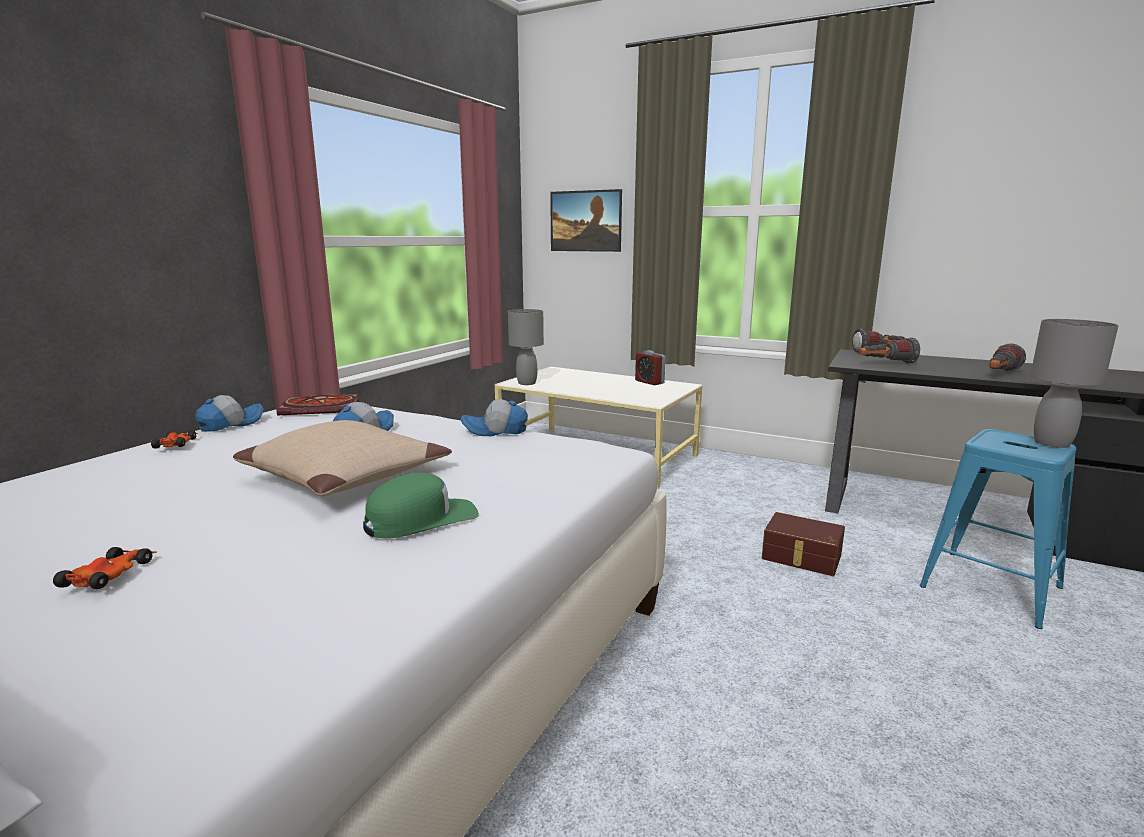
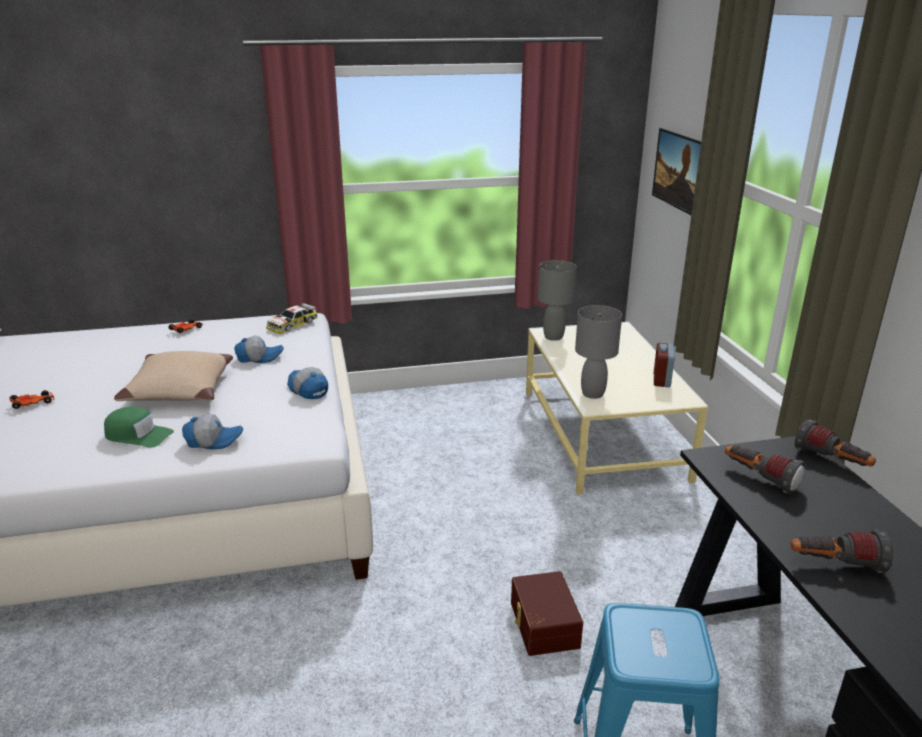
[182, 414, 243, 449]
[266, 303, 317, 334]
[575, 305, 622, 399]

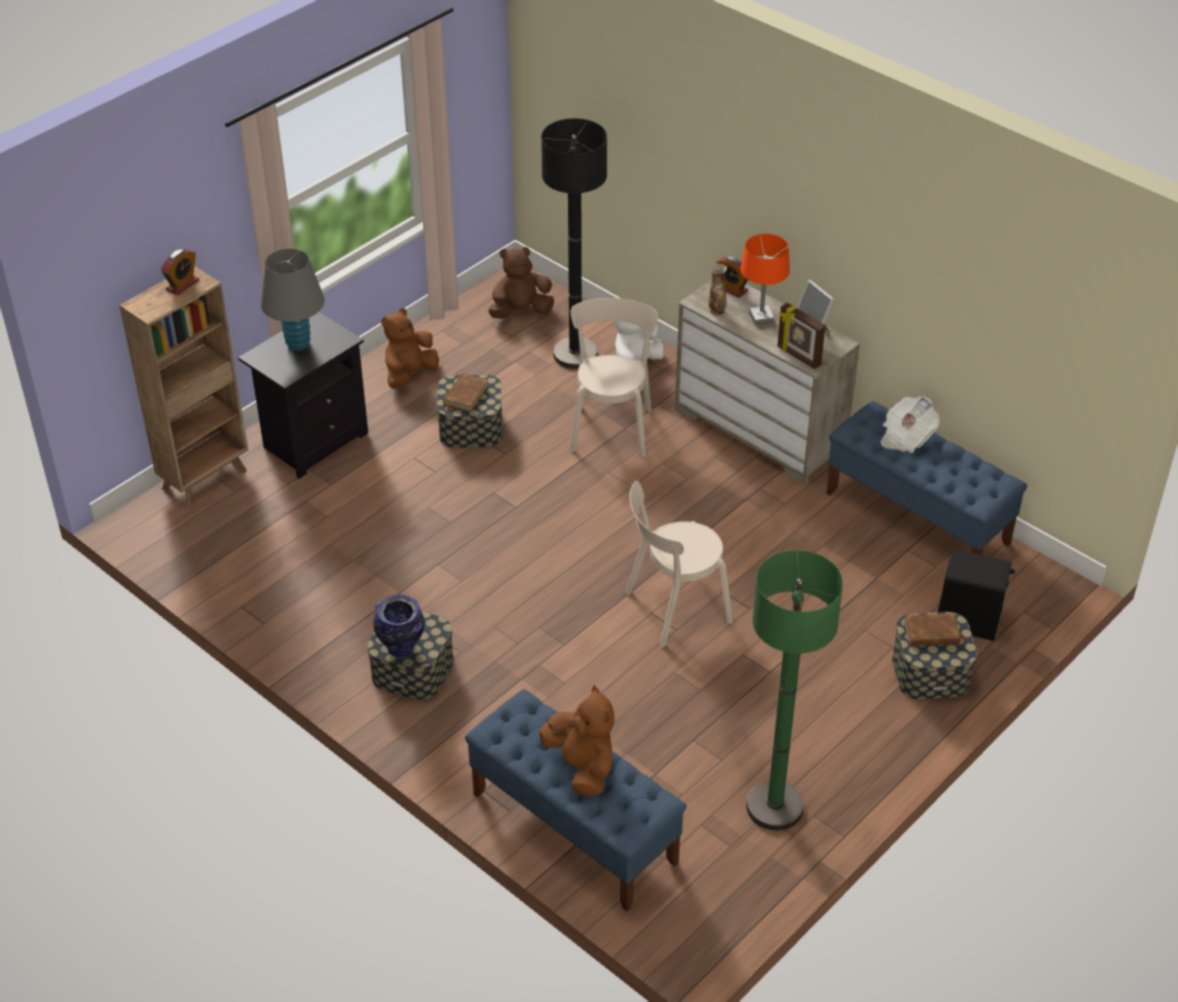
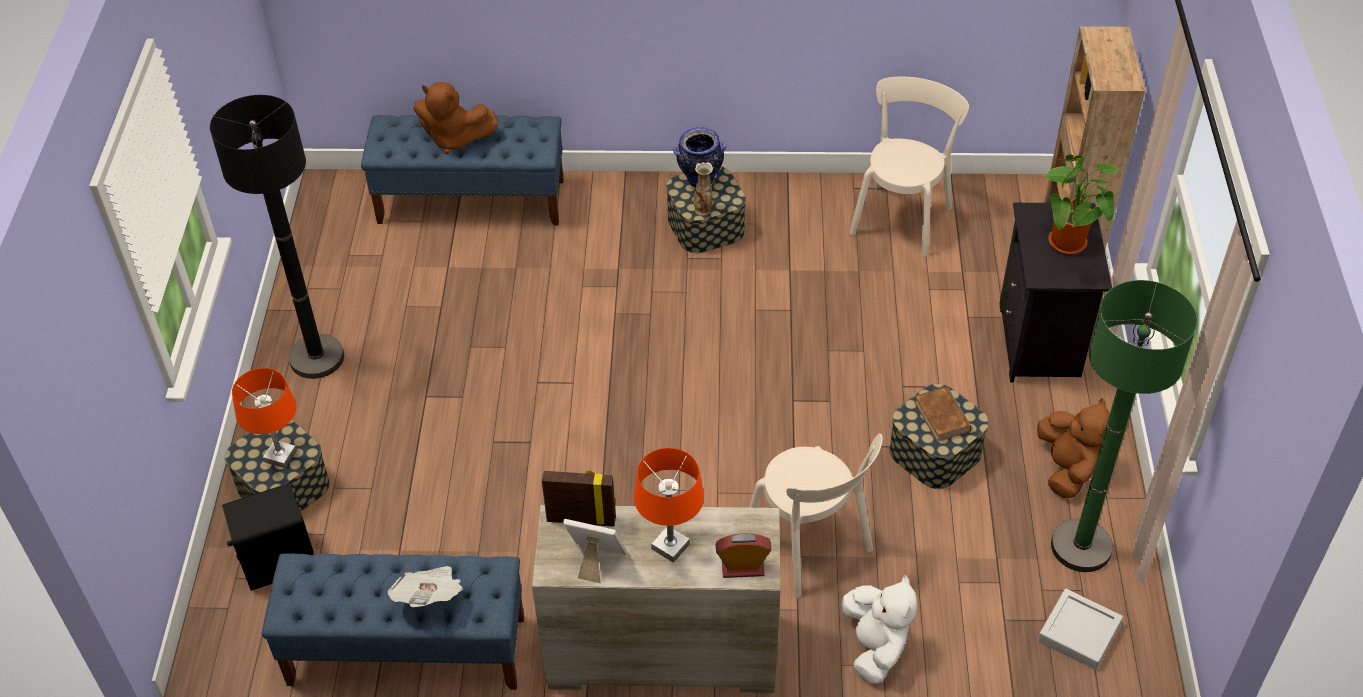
[210, 95, 344, 379]
[232, 368, 297, 469]
[694, 162, 713, 215]
[850, 77, 969, 257]
[1038, 589, 1123, 670]
[1042, 155, 1119, 255]
[1051, 280, 1197, 572]
[161, 249, 199, 295] (first image)

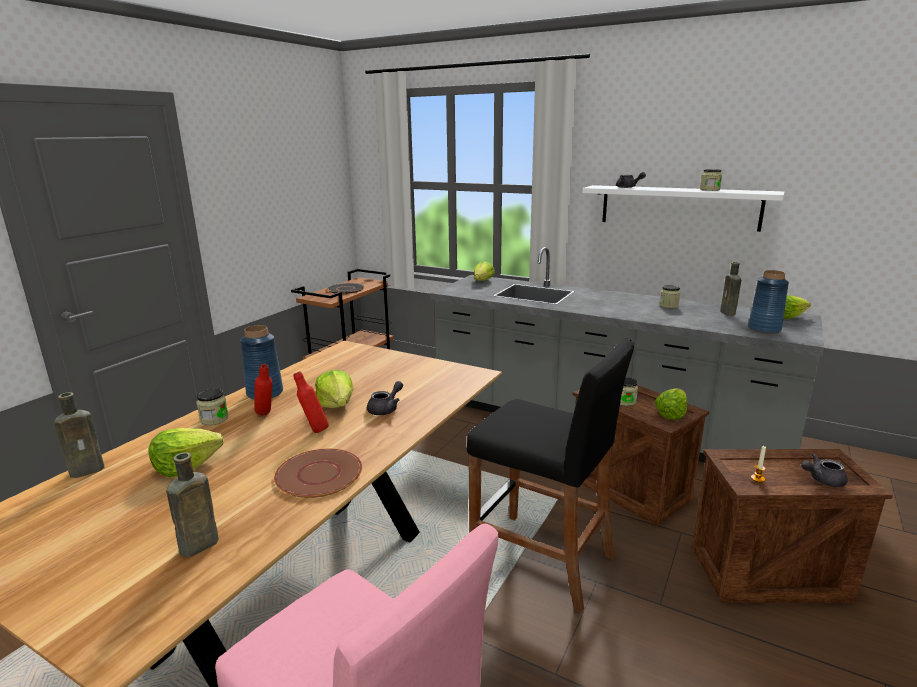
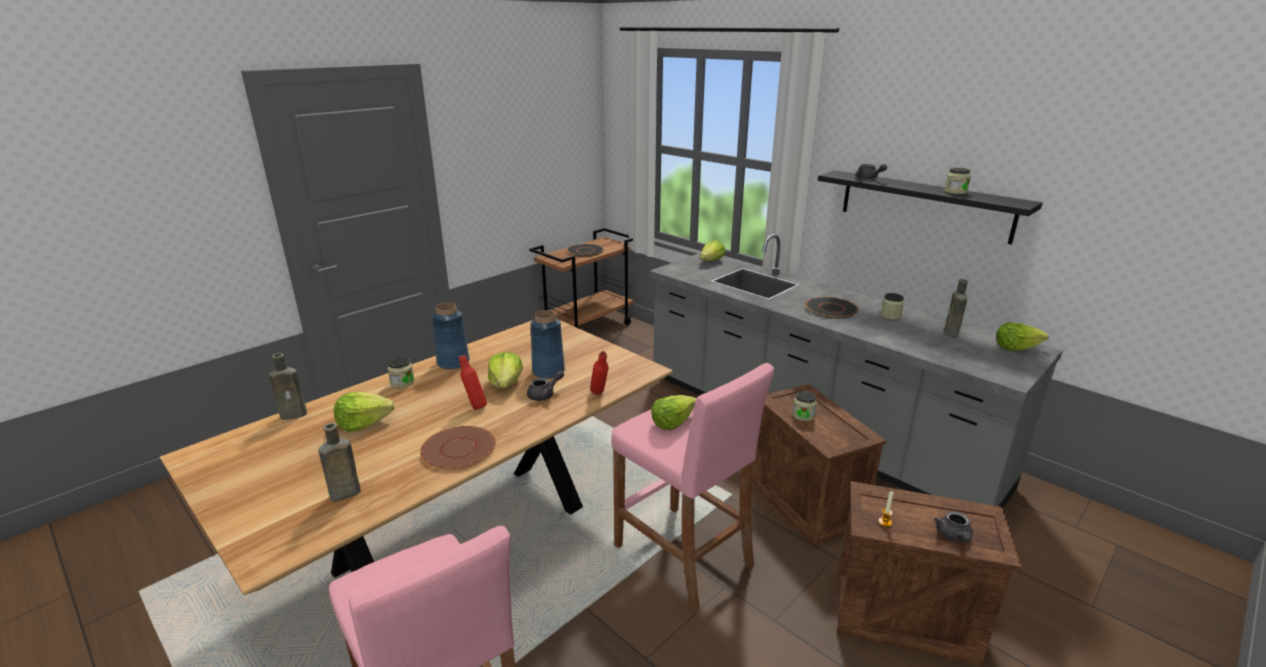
[530, 310, 565, 379]
[590, 351, 608, 395]
[612, 363, 774, 612]
[651, 395, 696, 430]
[805, 297, 859, 319]
[818, 170, 1043, 245]
[934, 511, 973, 542]

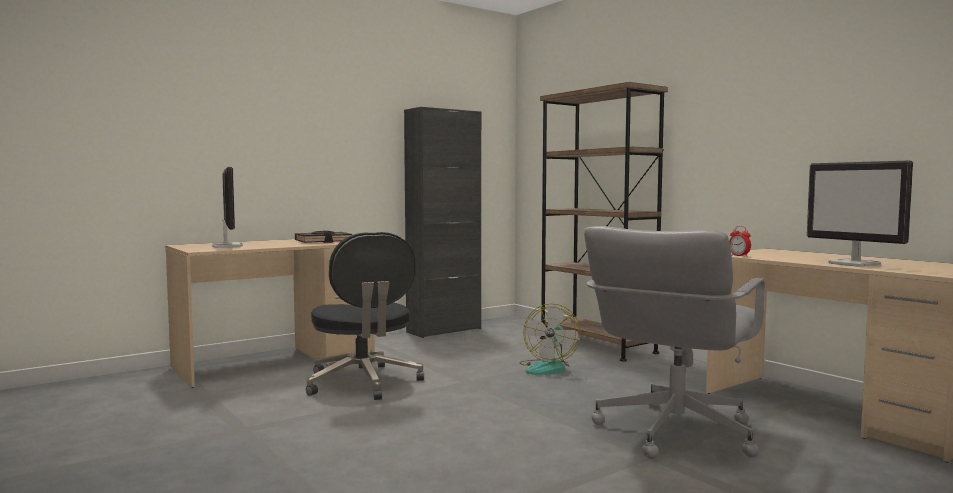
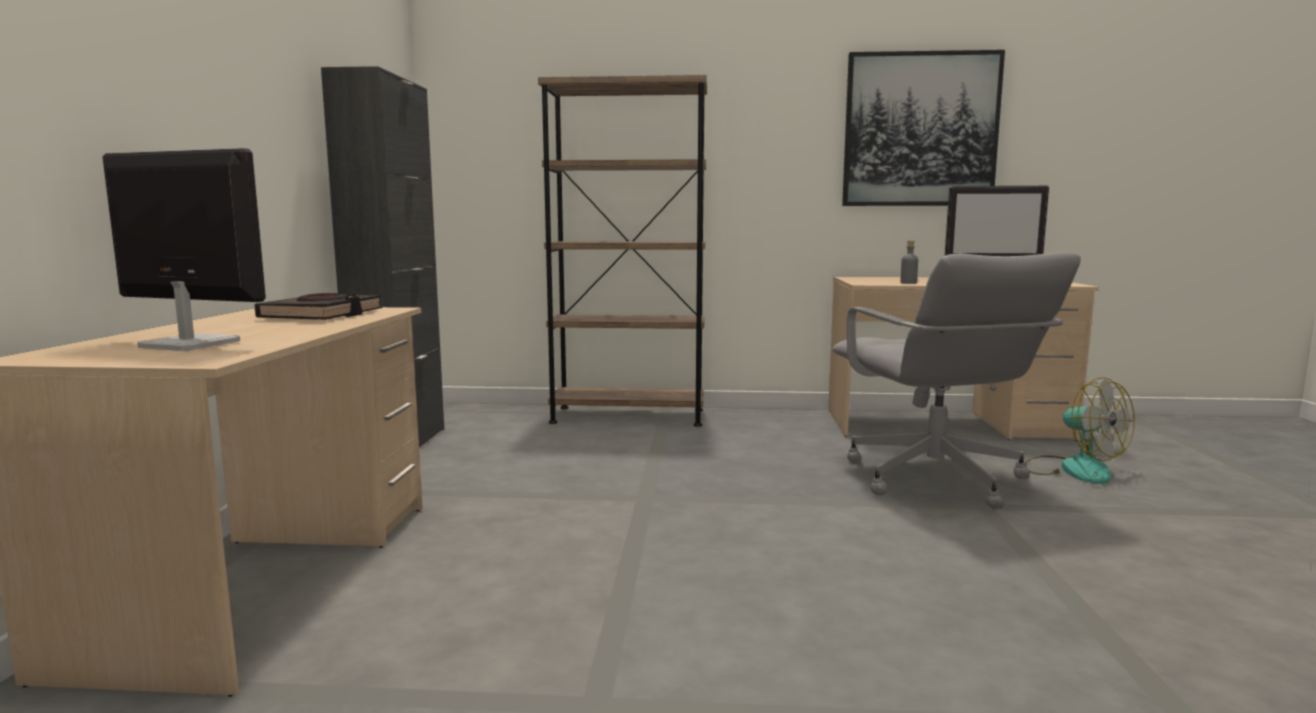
[842, 50, 1005, 206]
[900, 241, 918, 284]
[1025, 377, 1135, 484]
[306, 232, 424, 400] (first image)
[729, 226, 751, 257] (first image)

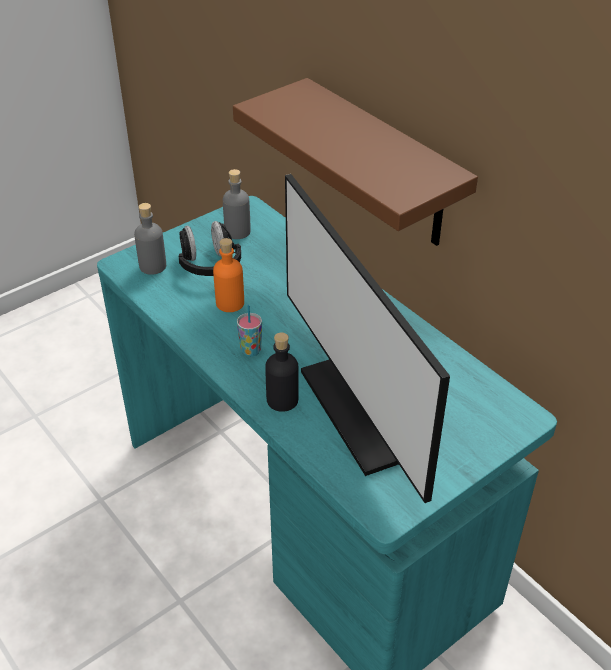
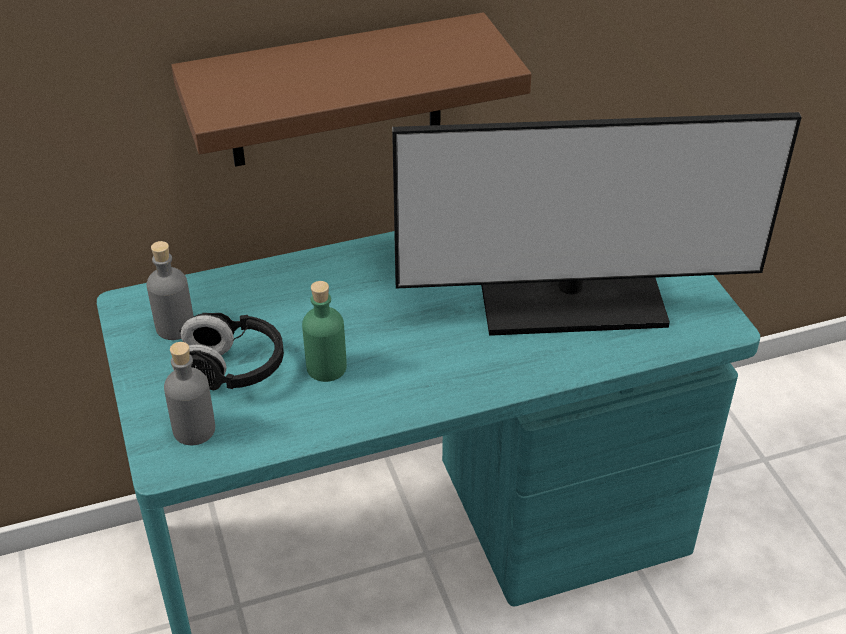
[302, 281, 347, 382]
[237, 305, 262, 357] (first image)
[265, 332, 299, 412] (first image)

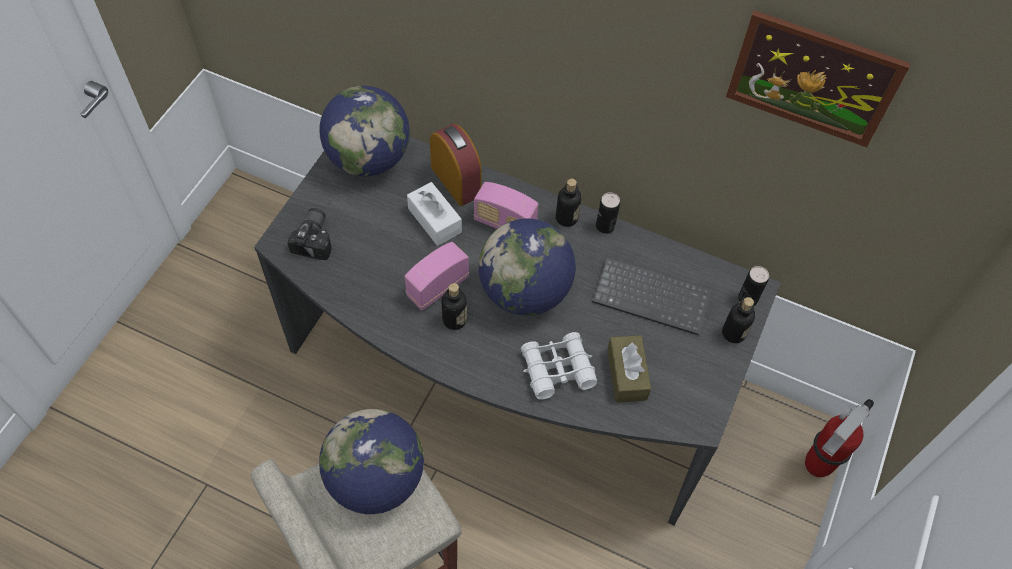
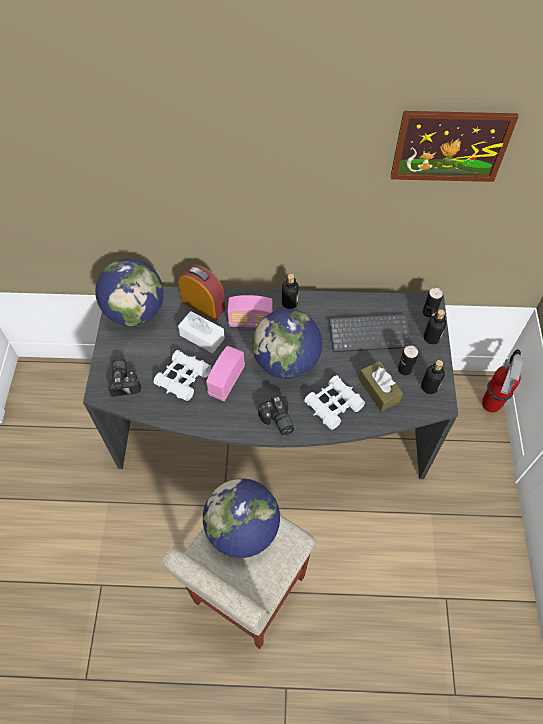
[154, 350, 211, 401]
[258, 395, 294, 435]
[398, 346, 418, 375]
[421, 360, 445, 394]

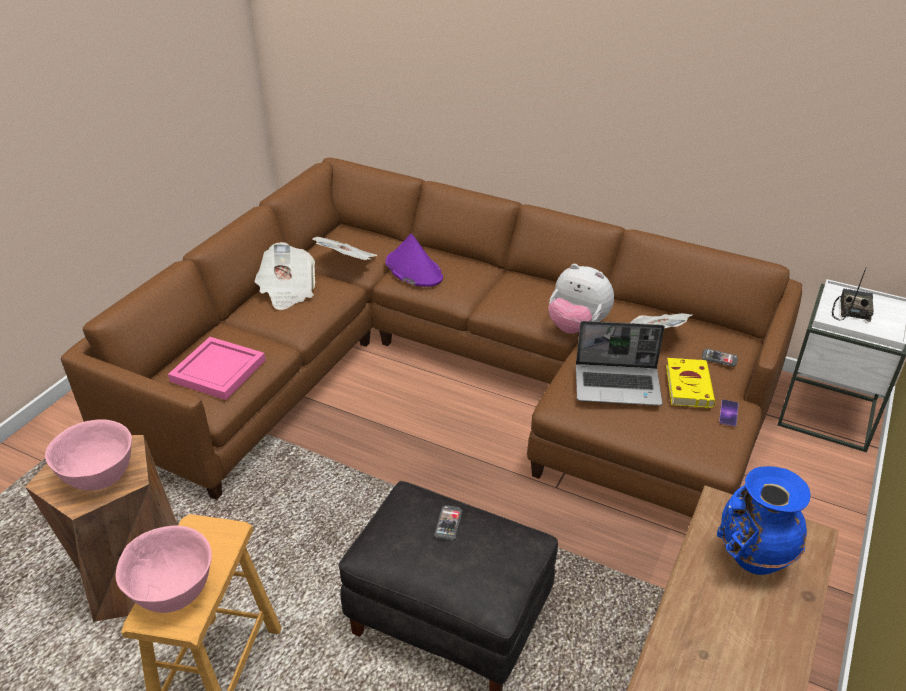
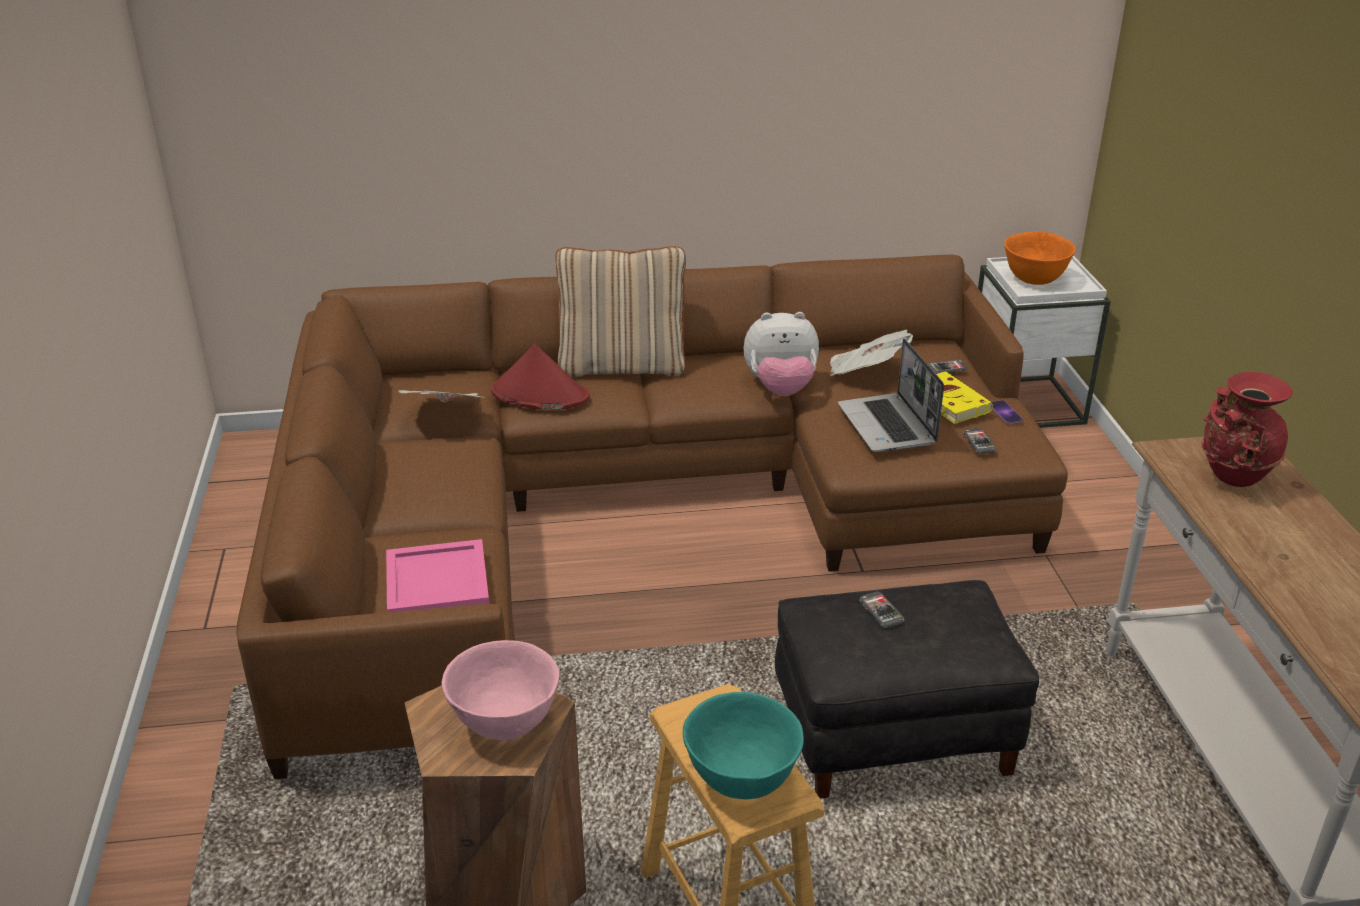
[491, 344, 590, 410]
[555, 246, 686, 377]
[683, 692, 804, 799]
[838, 338, 944, 452]
[963, 428, 997, 454]
[1004, 231, 1076, 285]
[1202, 372, 1293, 487]
[254, 242, 315, 310] (first image)

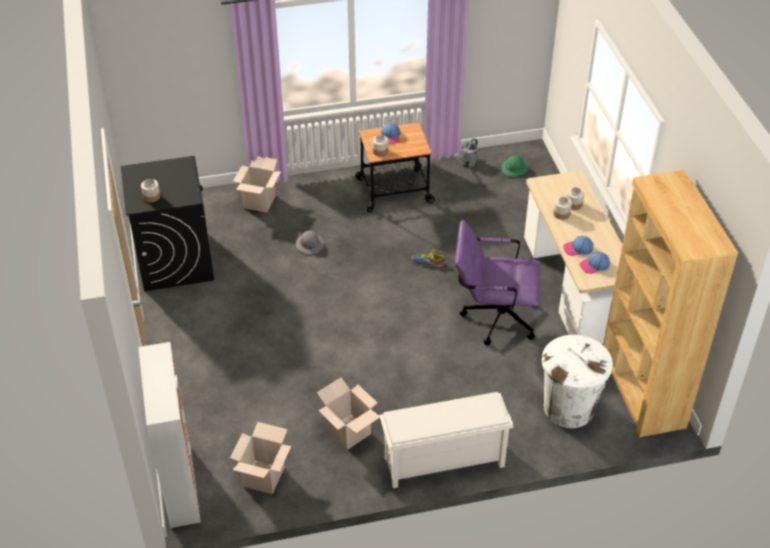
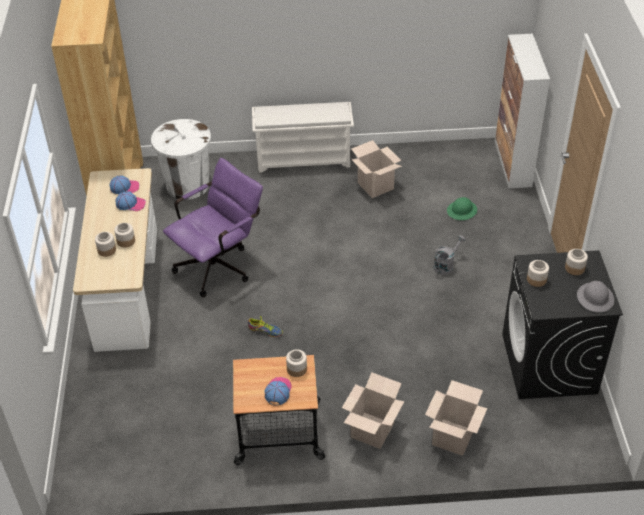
[163, 158, 263, 297]
[342, 372, 404, 449]
[434, 235, 466, 275]
[447, 197, 477, 220]
[527, 260, 549, 287]
[577, 281, 614, 312]

